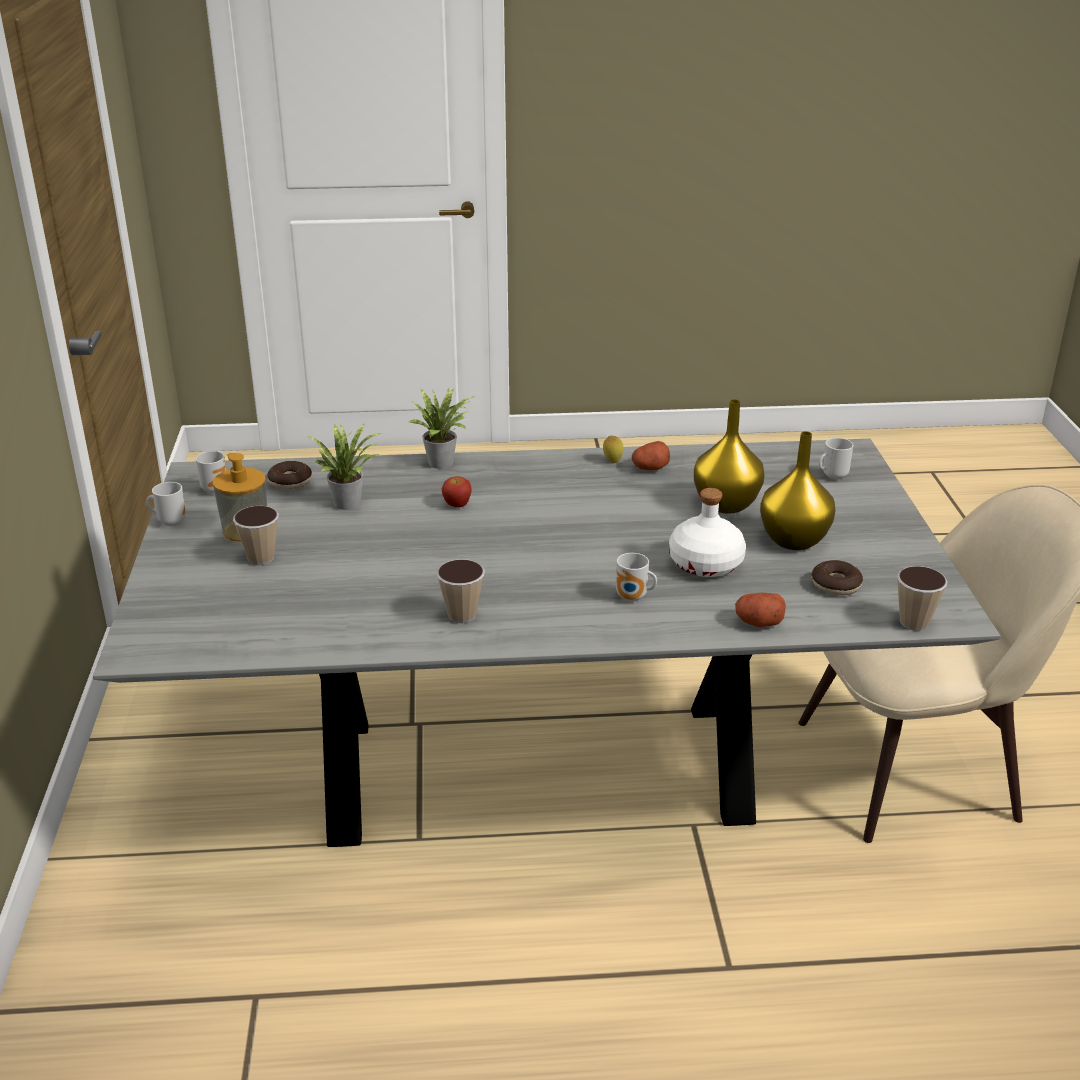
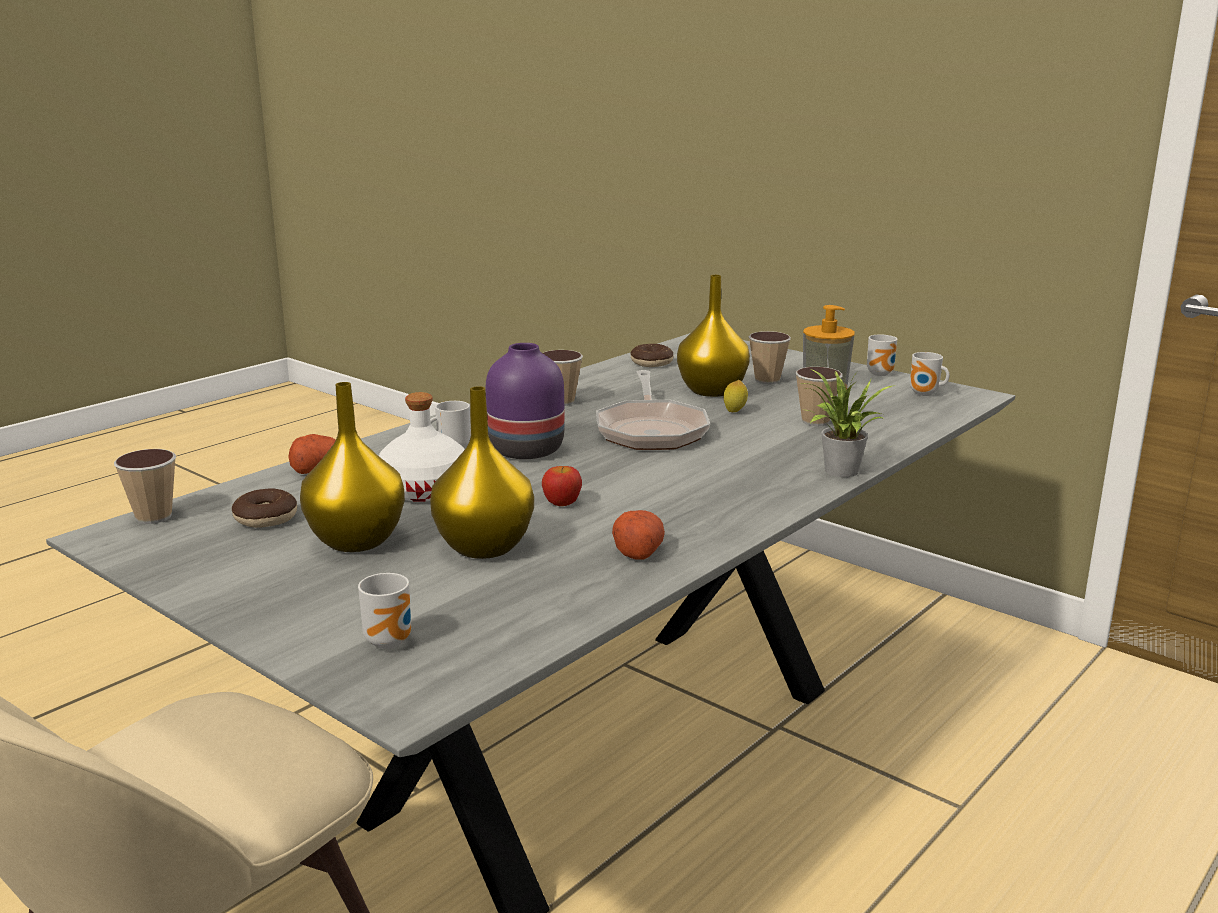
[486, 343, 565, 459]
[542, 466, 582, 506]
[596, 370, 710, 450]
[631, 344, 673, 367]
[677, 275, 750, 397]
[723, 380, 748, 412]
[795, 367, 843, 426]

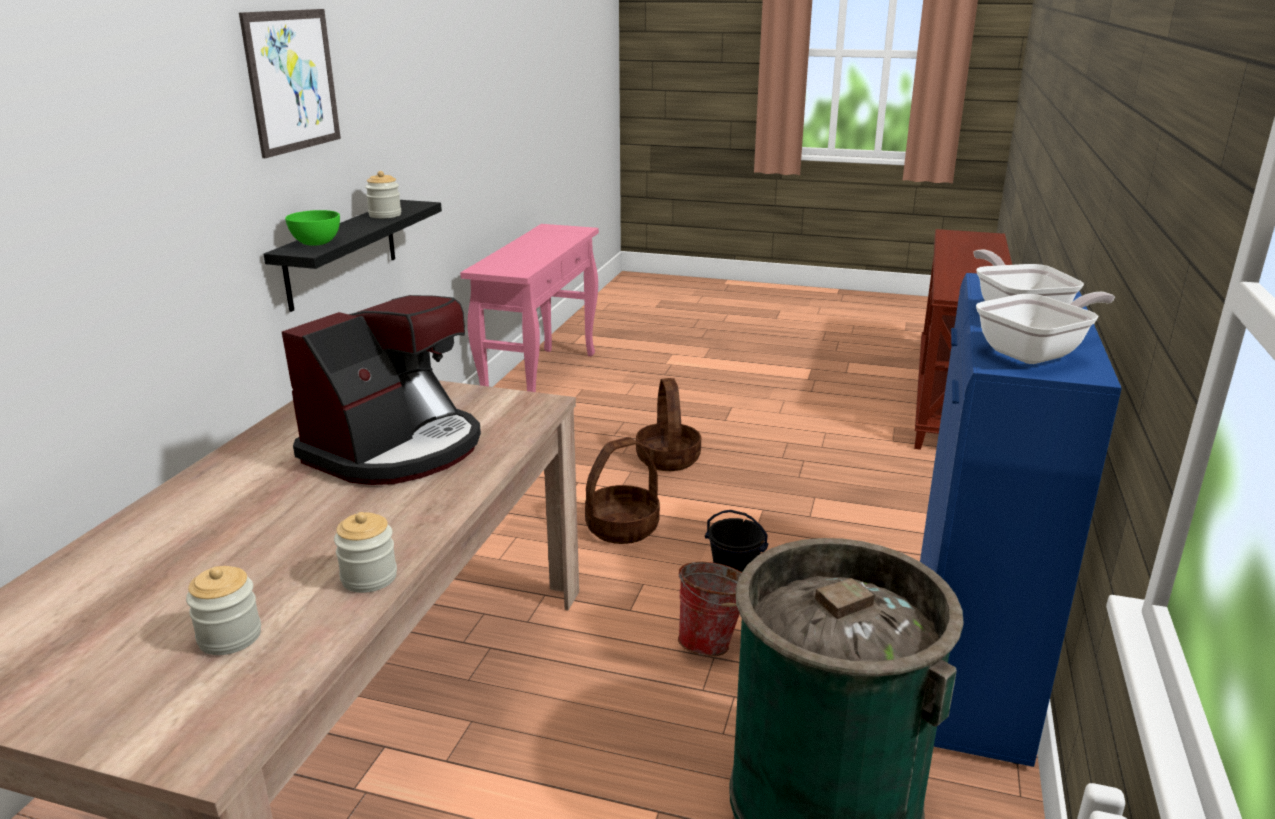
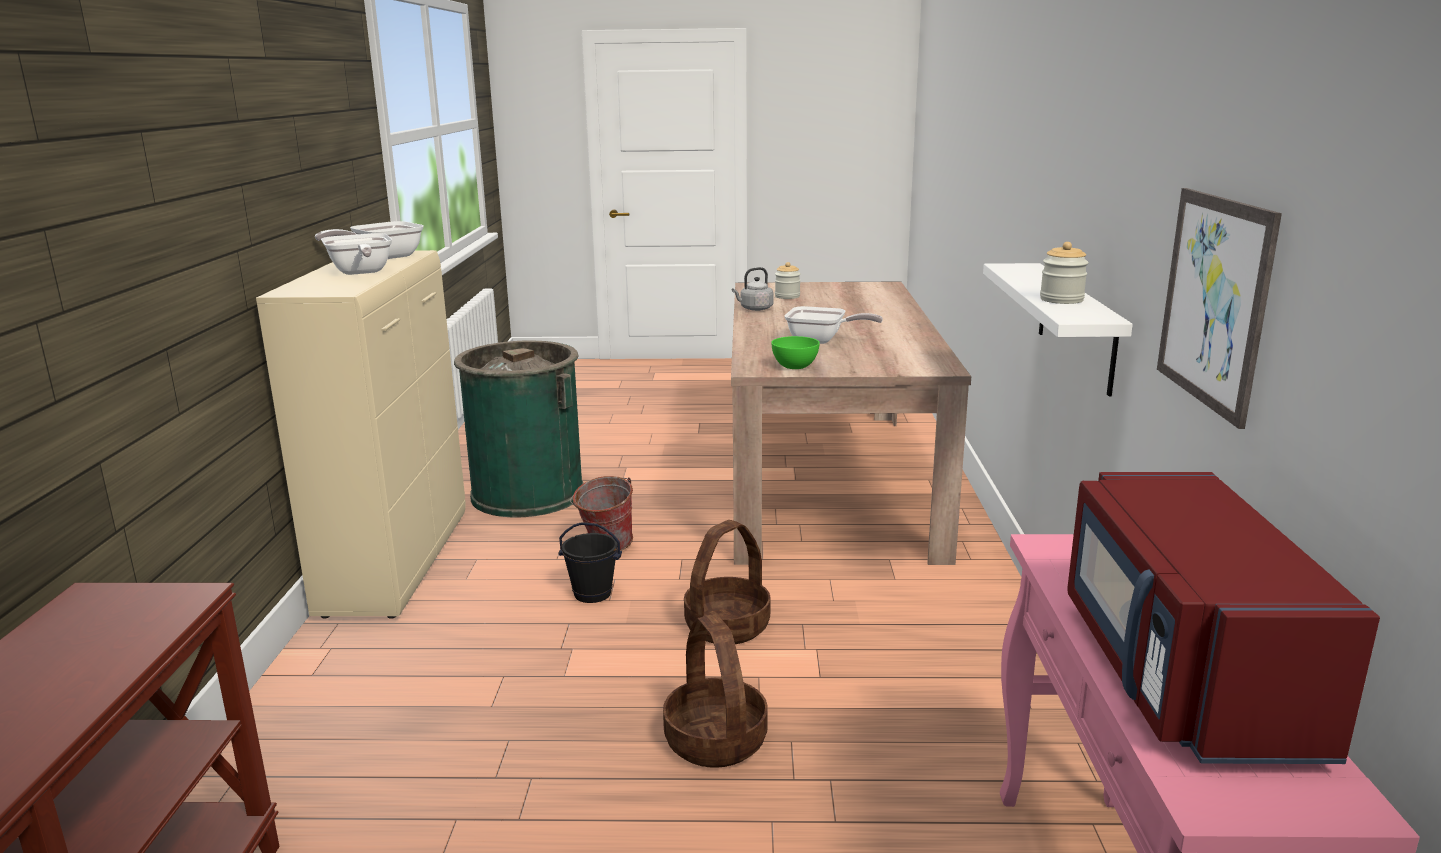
[256, 250, 466, 619]
[732, 267, 774, 311]
[771, 336, 820, 369]
[785, 306, 883, 344]
[983, 263, 1133, 396]
[1067, 472, 1380, 764]
[1157, 188, 1282, 429]

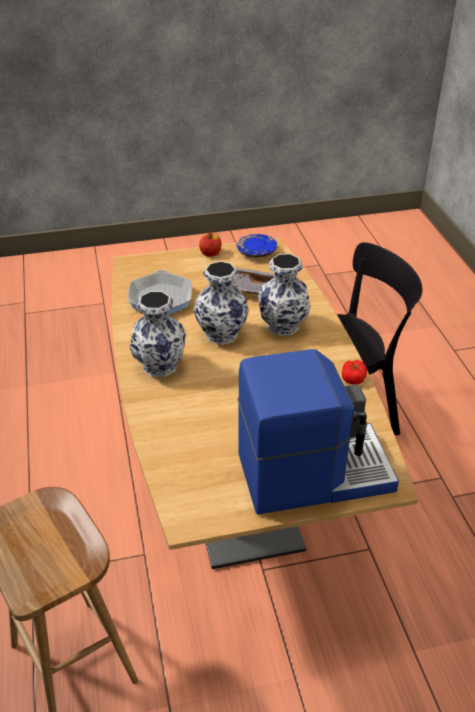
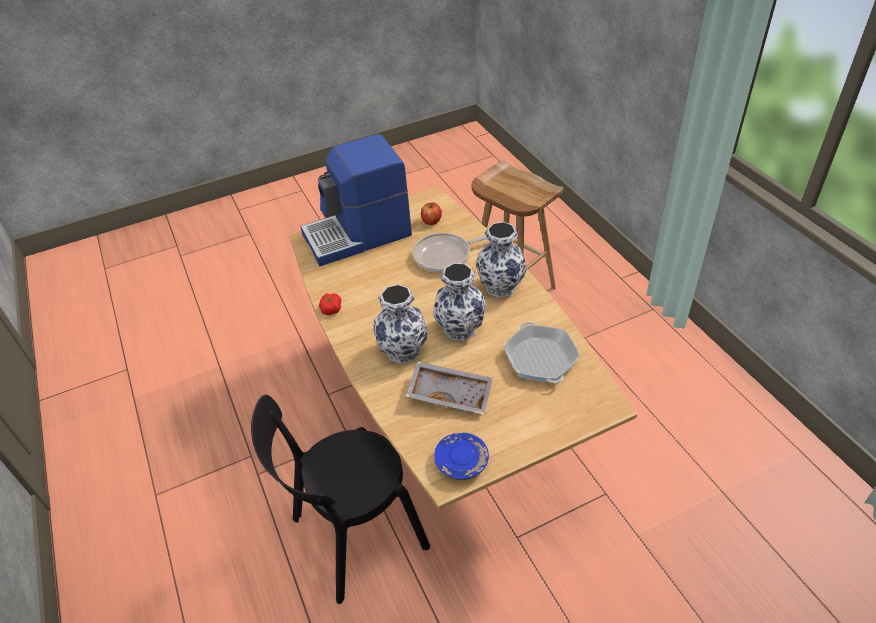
[413, 233, 487, 272]
[421, 202, 442, 225]

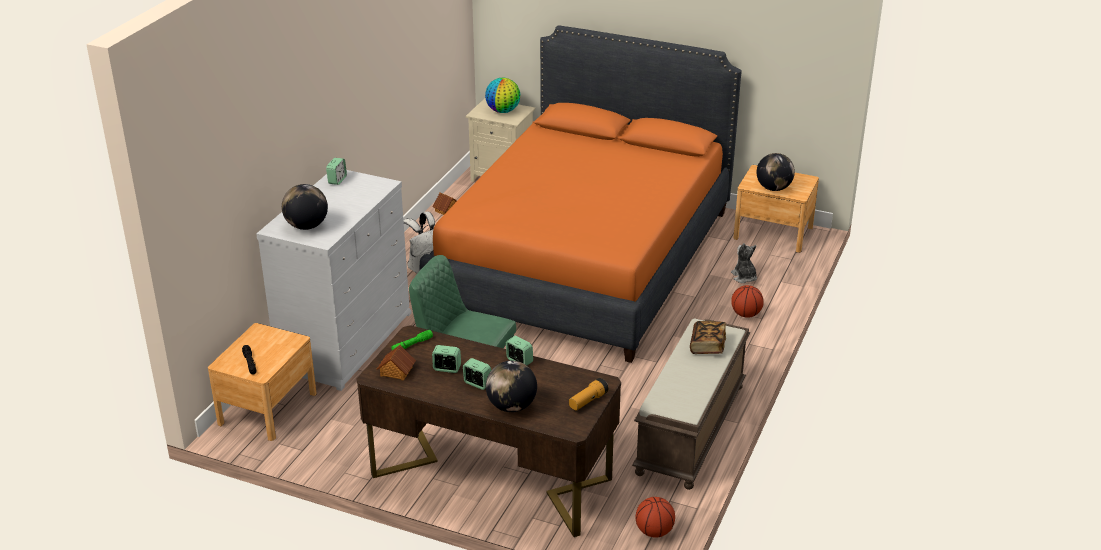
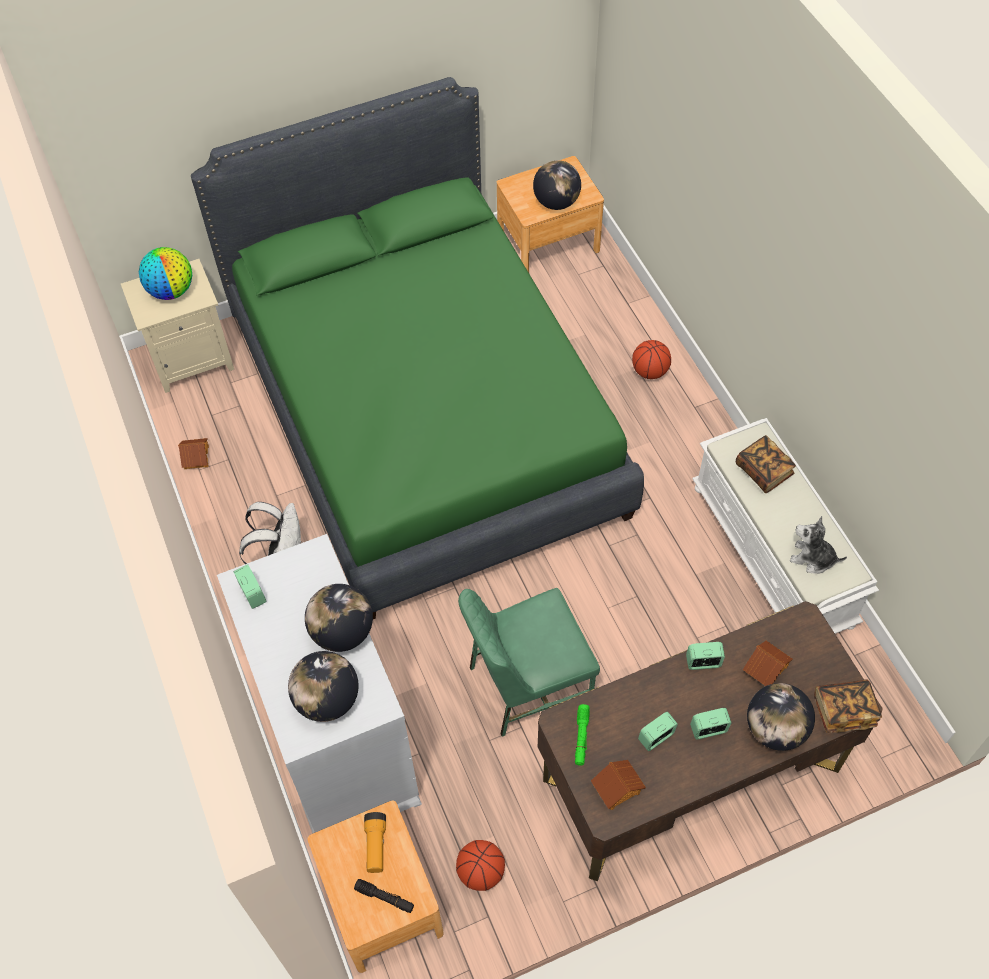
[191, 77, 644, 619]
[305, 584, 373, 652]
[364, 812, 386, 873]
[456, 840, 505, 891]
[692, 418, 879, 634]
[743, 641, 793, 686]
[790, 516, 847, 574]
[814, 680, 882, 733]

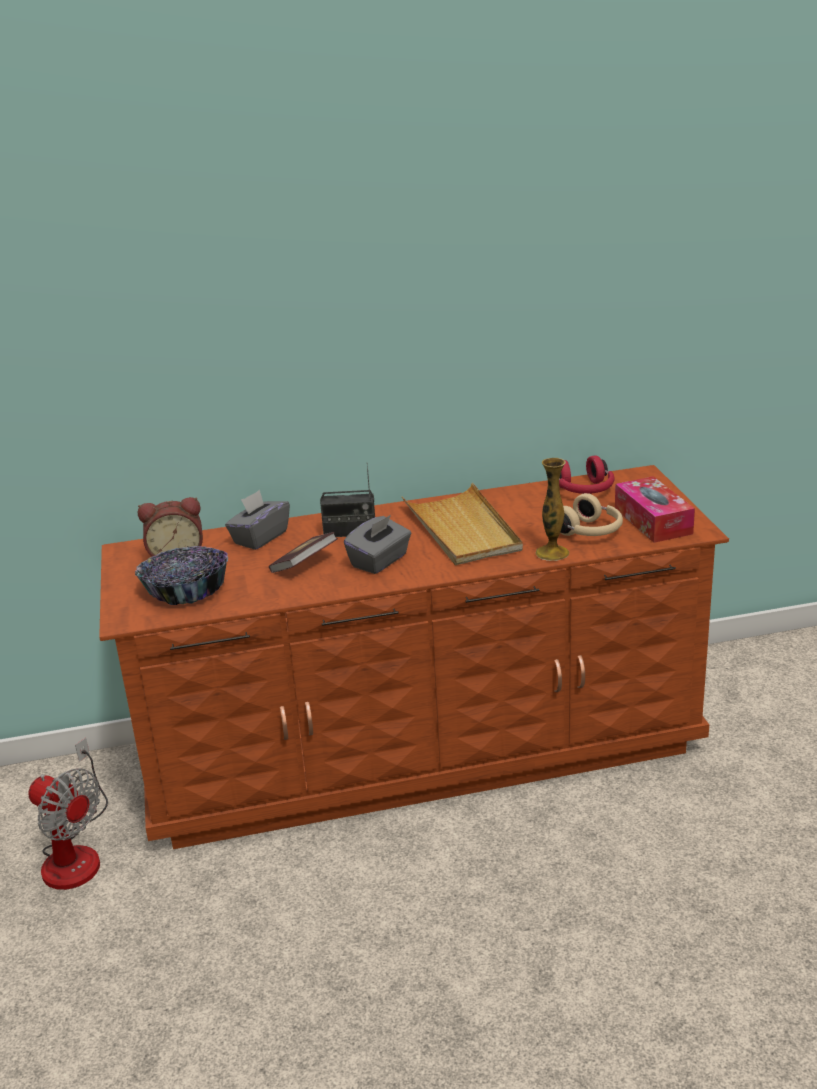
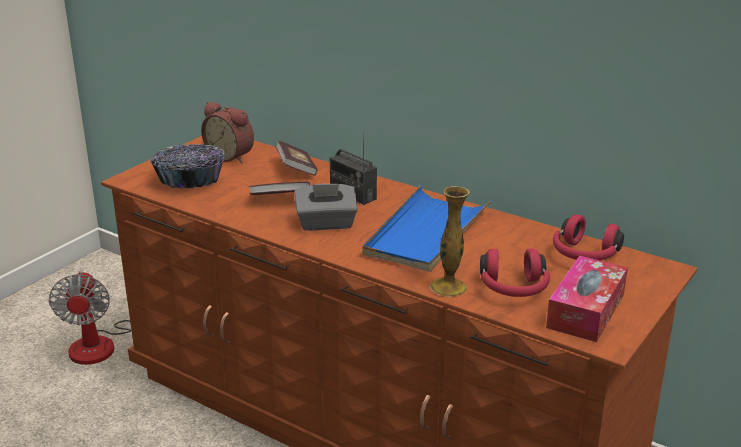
[275, 140, 318, 176]
[362, 185, 491, 272]
[480, 248, 550, 297]

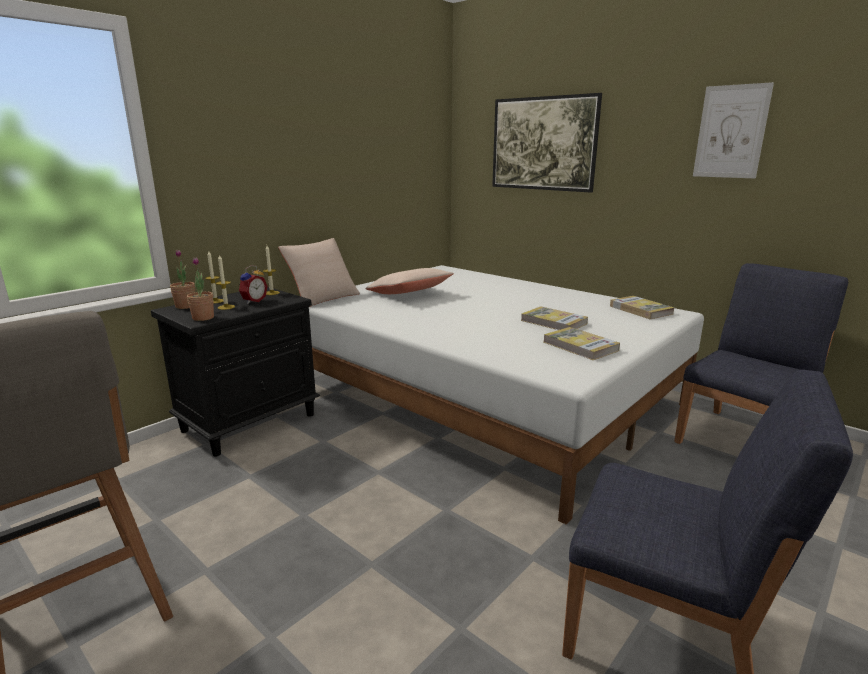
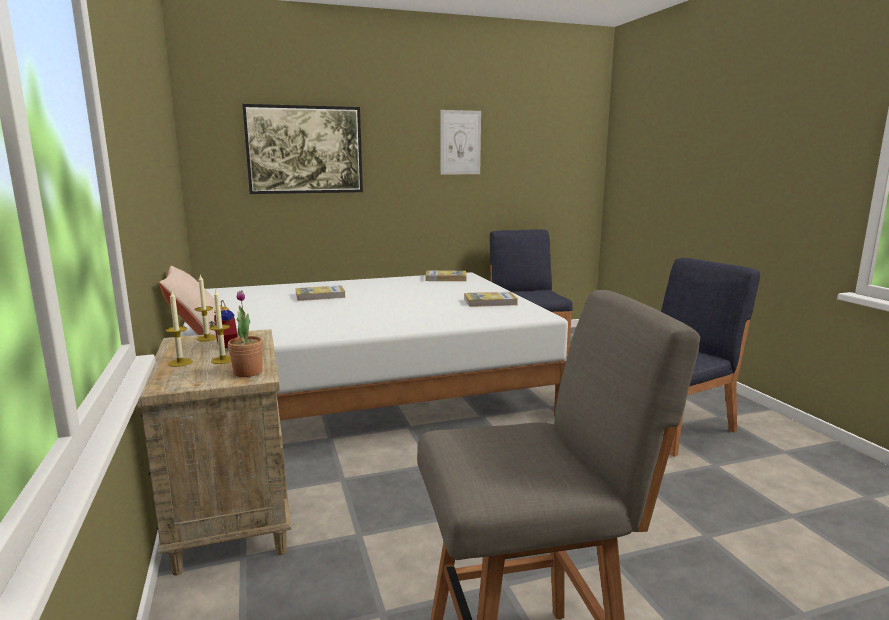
[137, 329, 292, 576]
[296, 285, 346, 301]
[170, 250, 195, 309] (first image)
[365, 268, 454, 294] (first image)

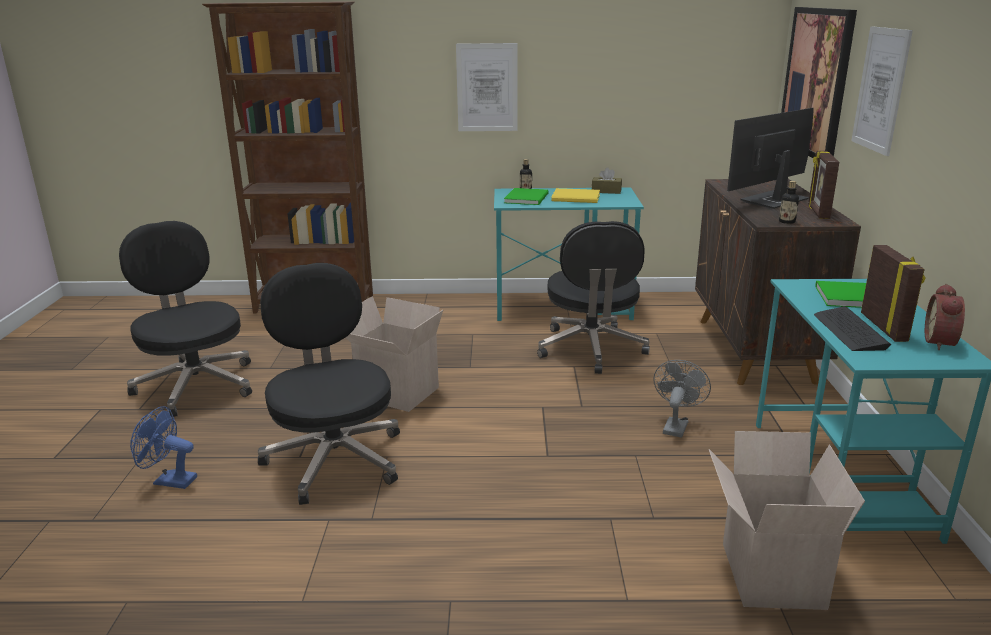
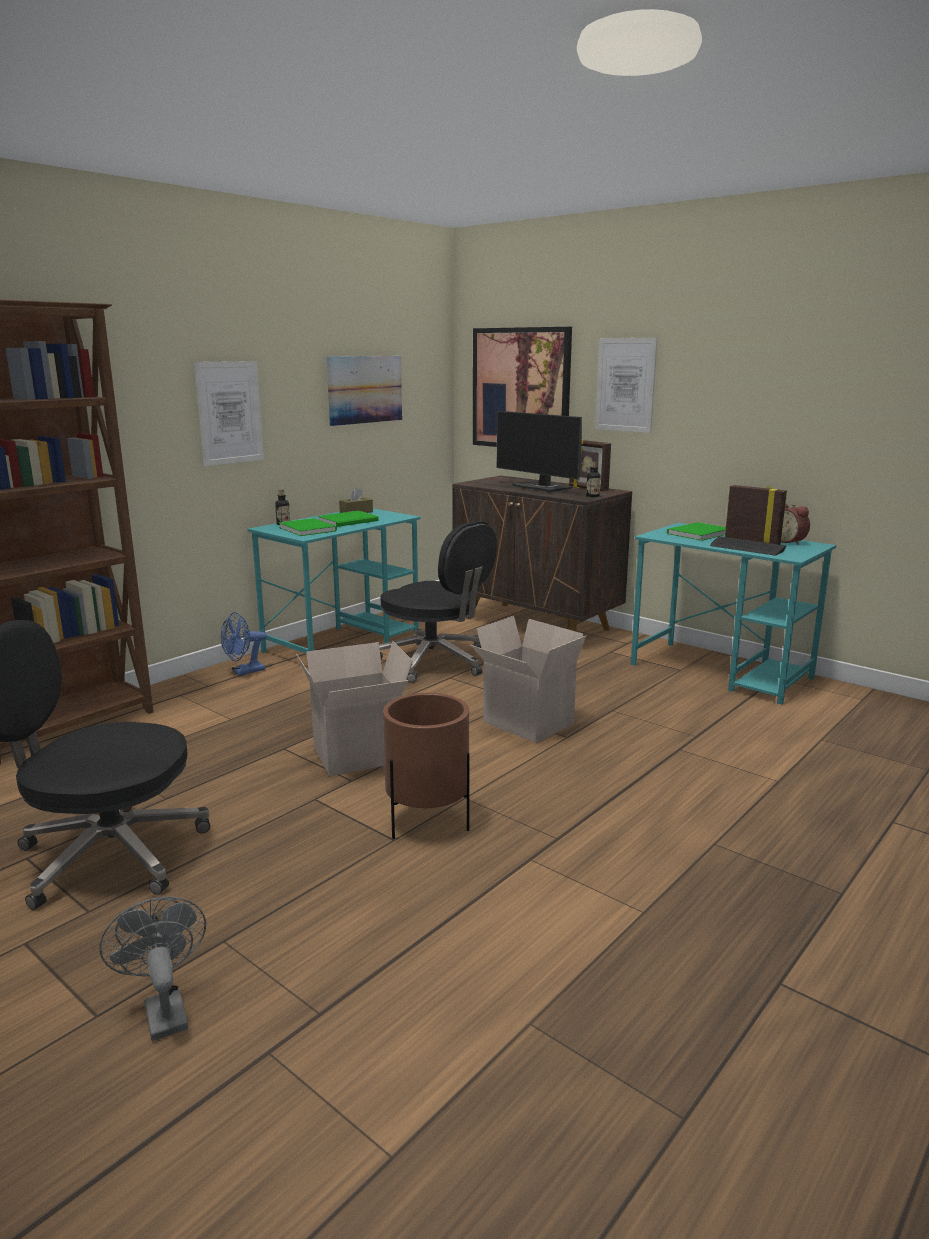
[99, 897, 206, 1041]
[221, 612, 267, 676]
[317, 511, 379, 527]
[327, 356, 402, 426]
[383, 693, 470, 839]
[470, 616, 586, 743]
[496, 411, 582, 492]

